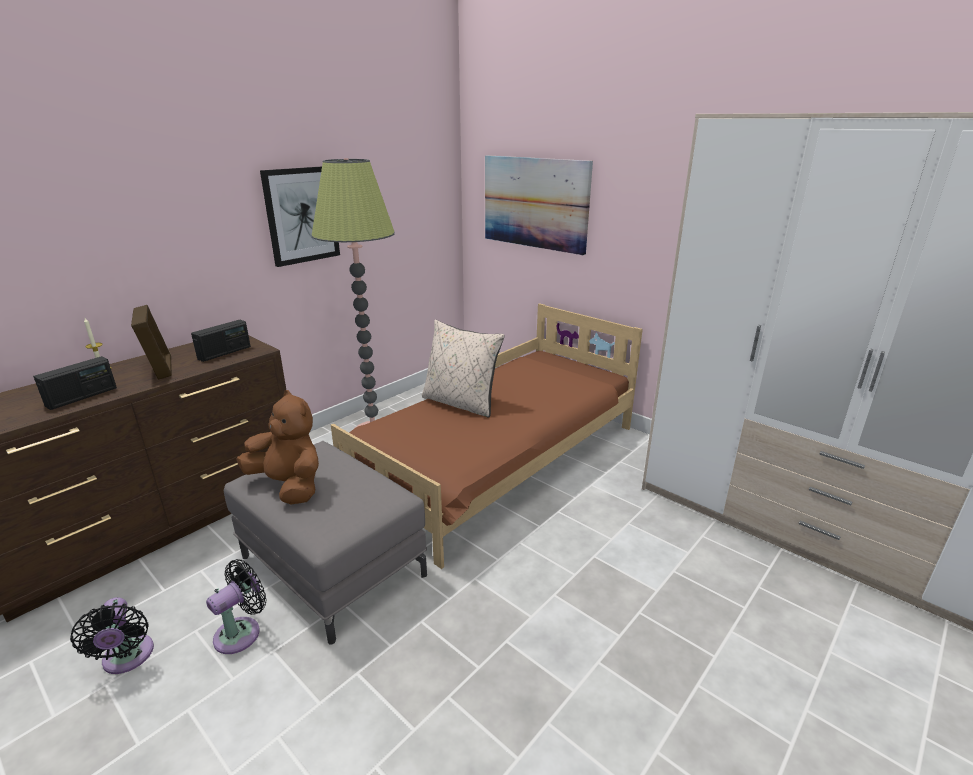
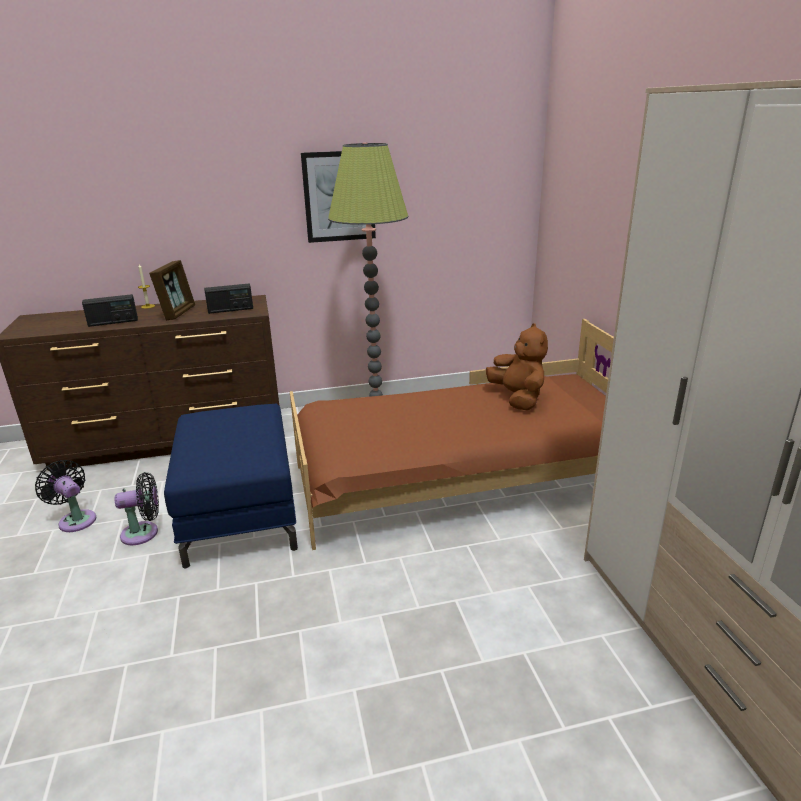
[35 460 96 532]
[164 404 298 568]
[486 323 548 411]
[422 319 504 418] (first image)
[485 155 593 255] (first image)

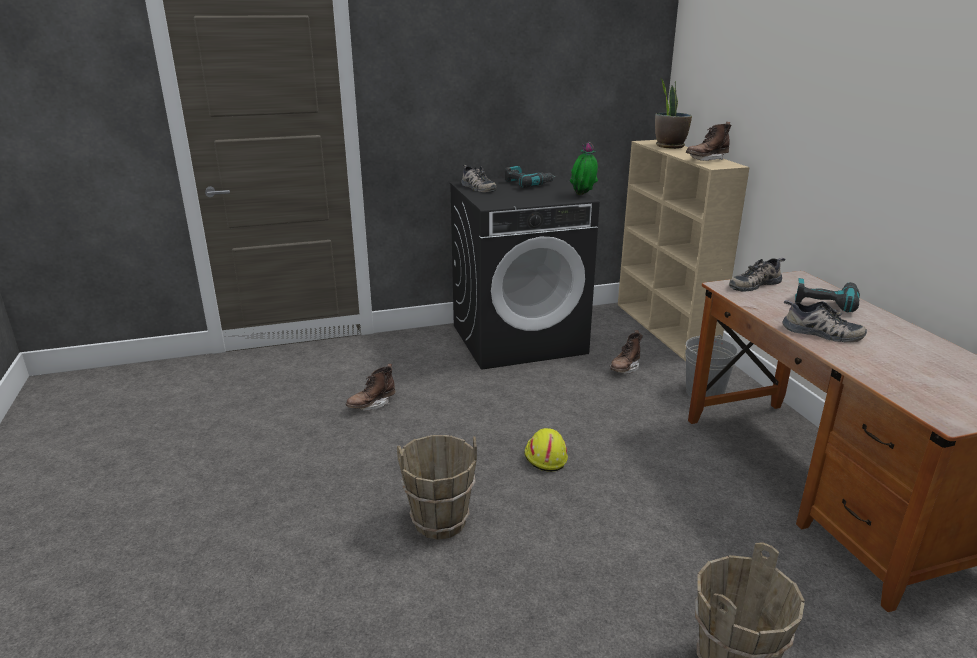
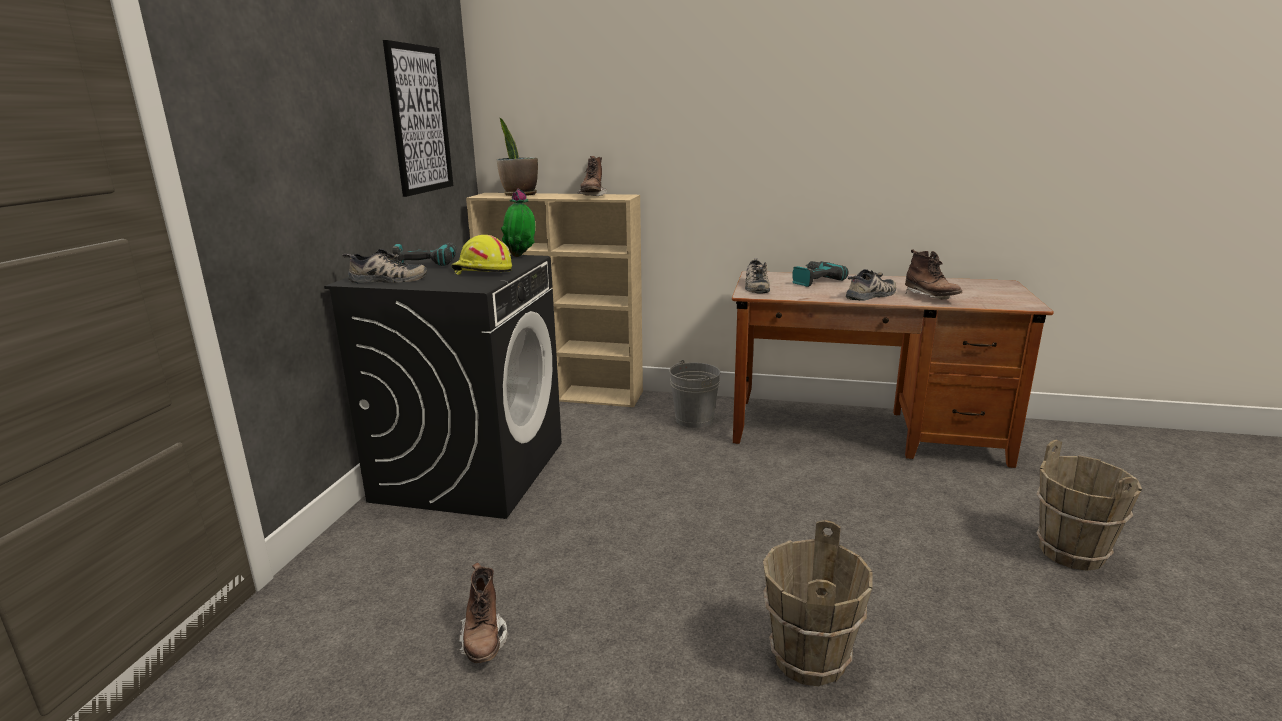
[451 235 512 275]
[905 249 963 300]
[383 40 453 197]

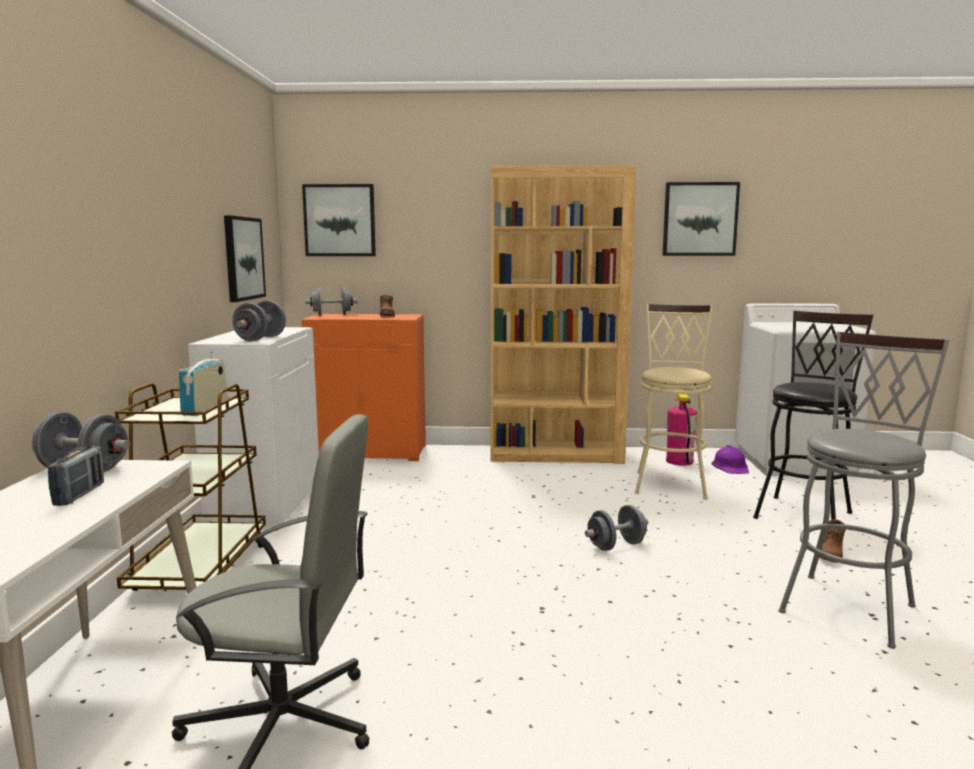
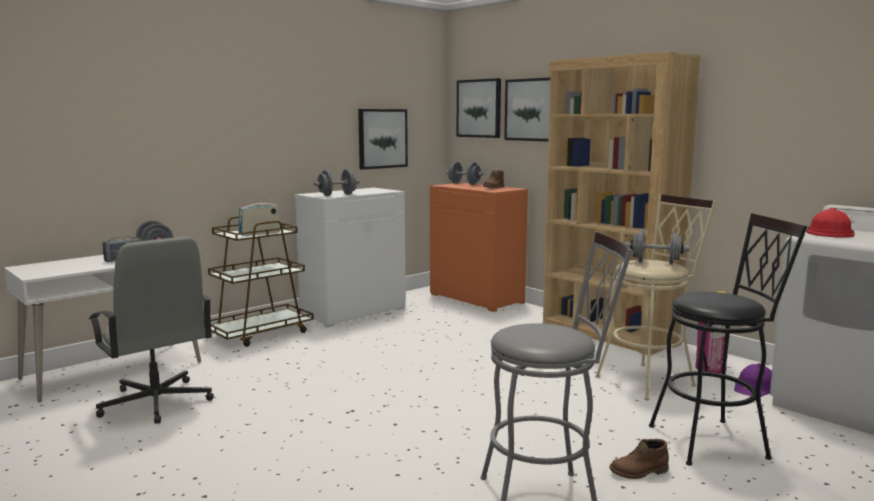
[625 229 690 264]
[504 78 550 141]
[806 208 855 237]

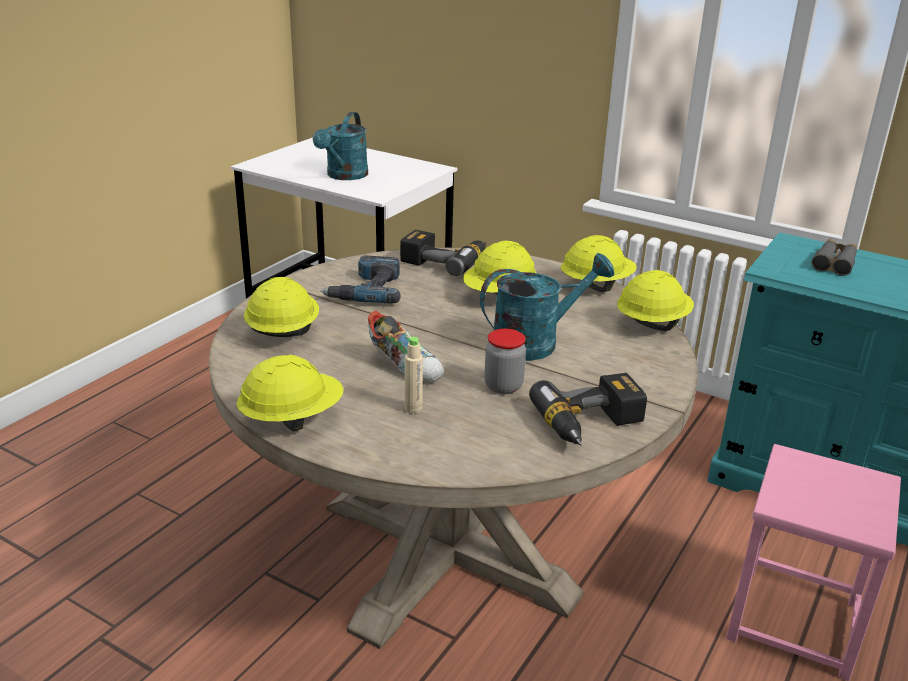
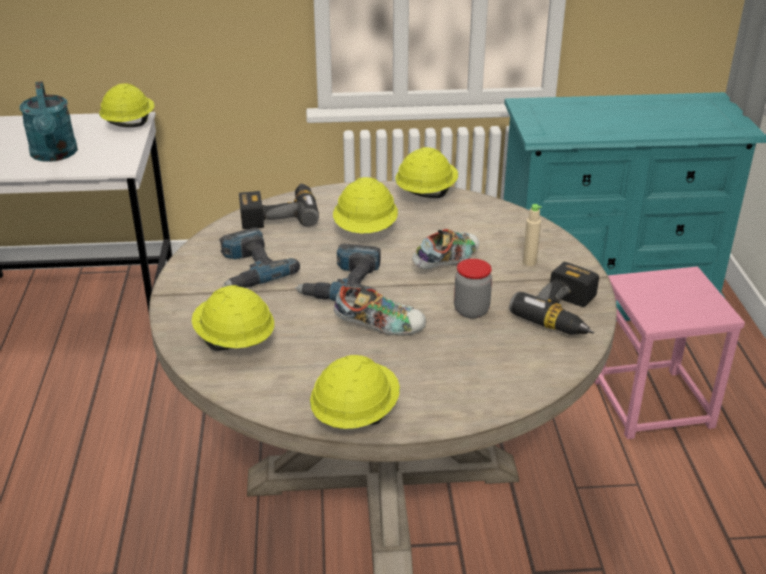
[523 204 542 266]
[412 229 479 269]
[99 84 154 127]
[811 239 857 276] (first image)
[295 244 380 301]

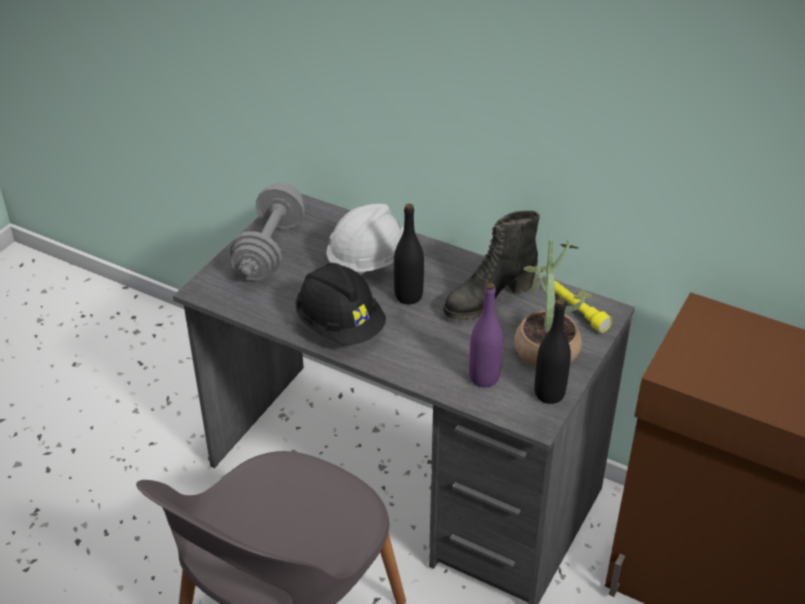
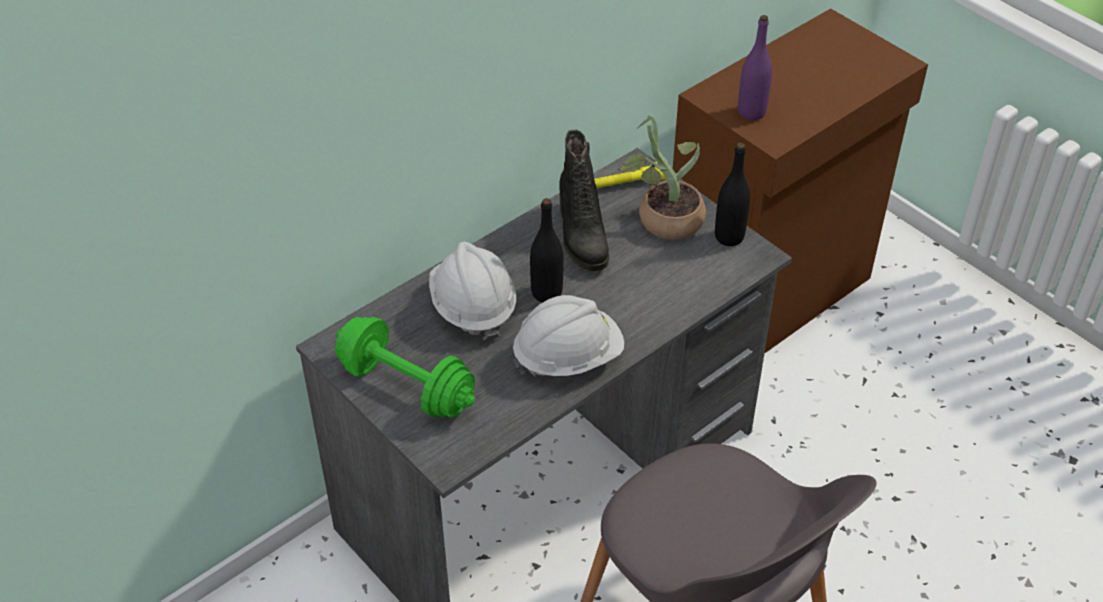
[335 317 475 418]
[513 295 624 377]
[738 15 772 121]

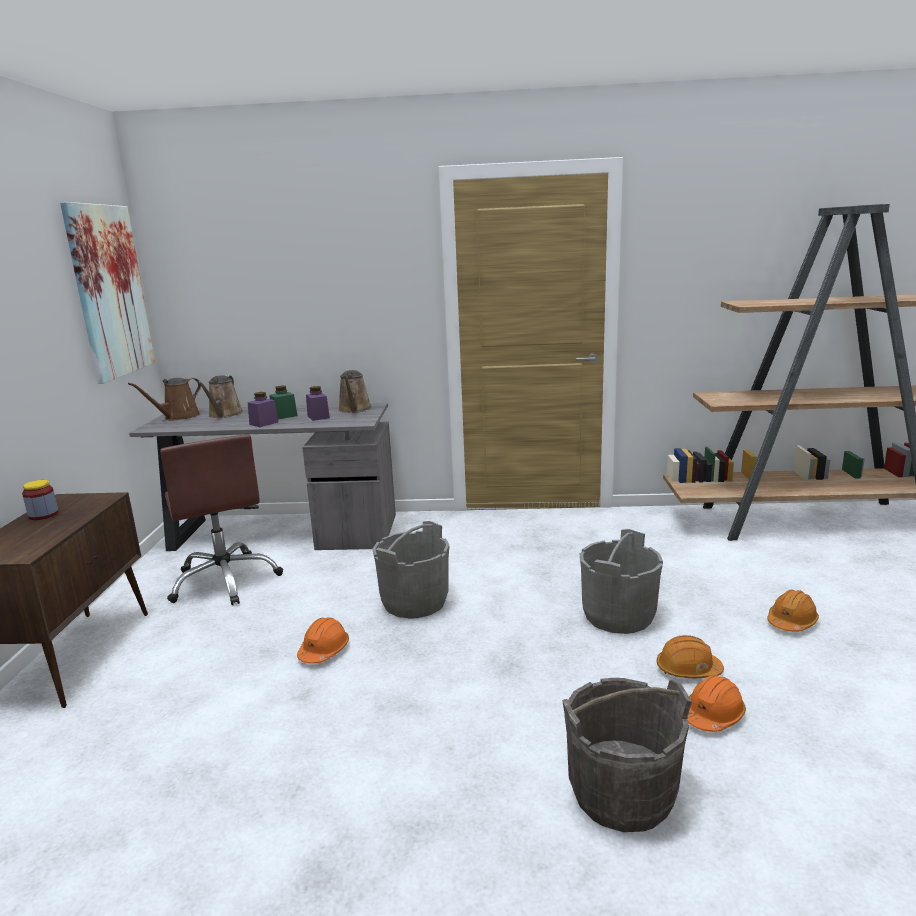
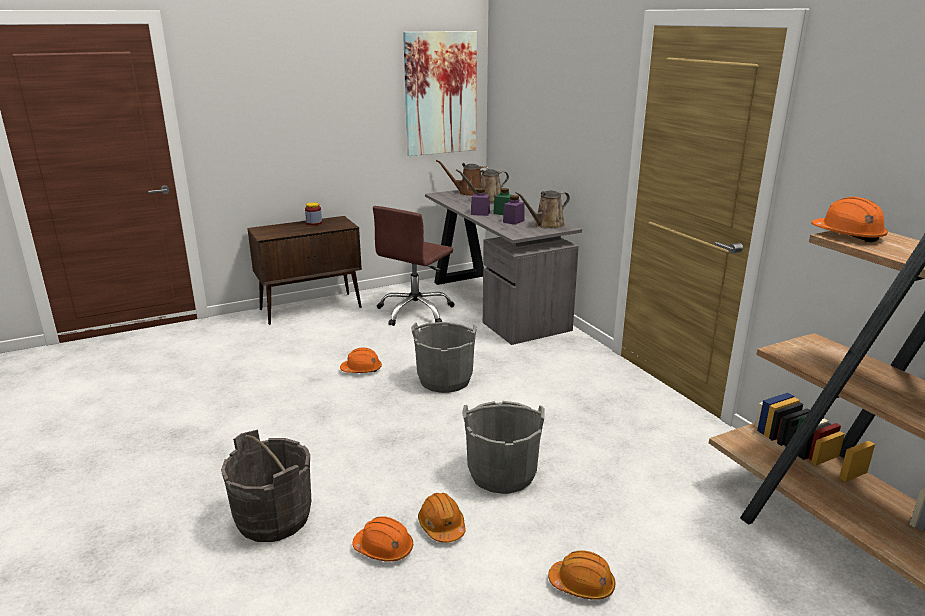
[811 197 888 242]

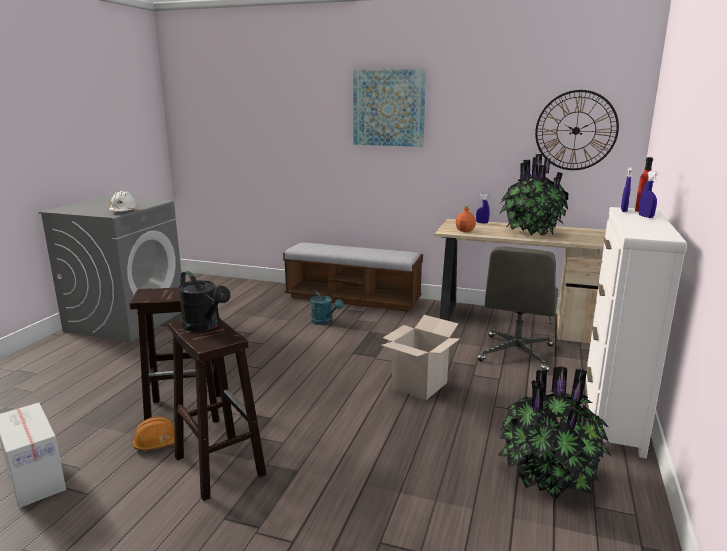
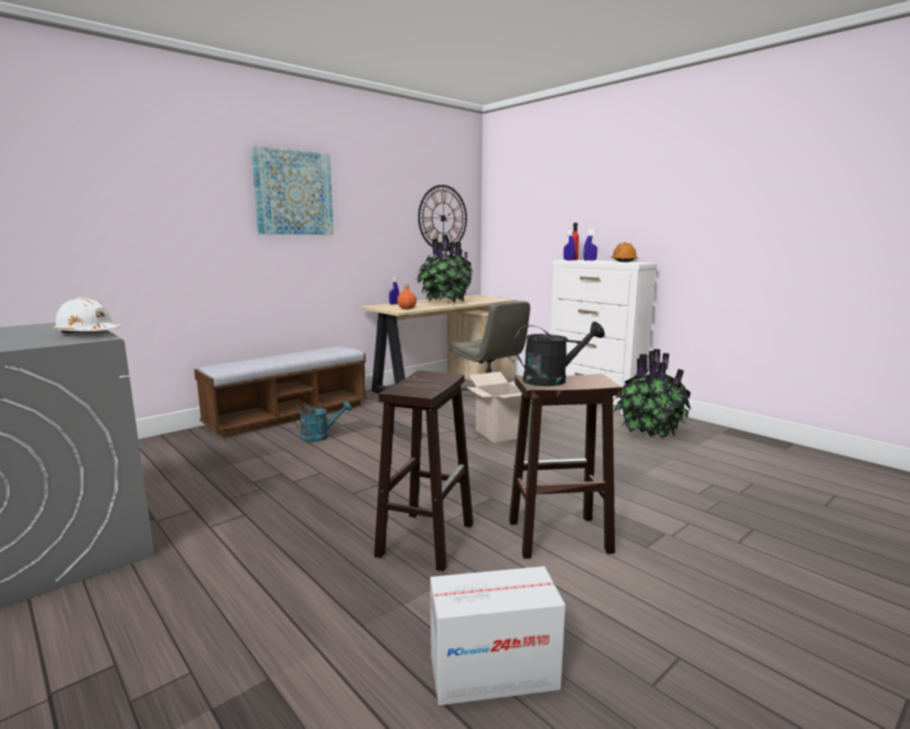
[611 242 638 262]

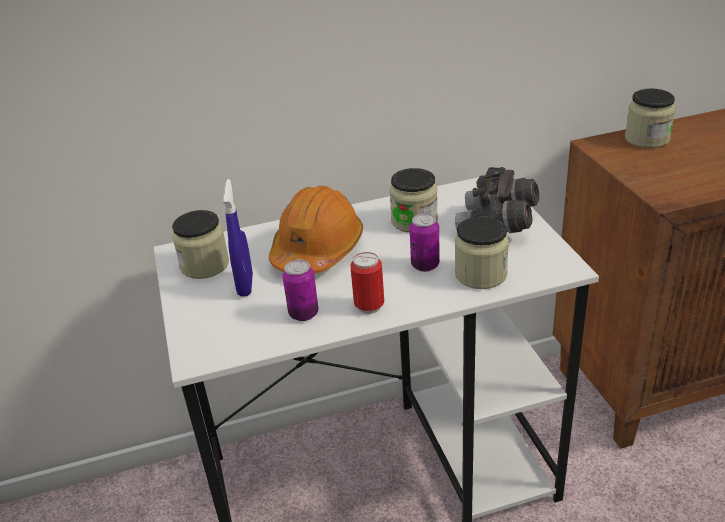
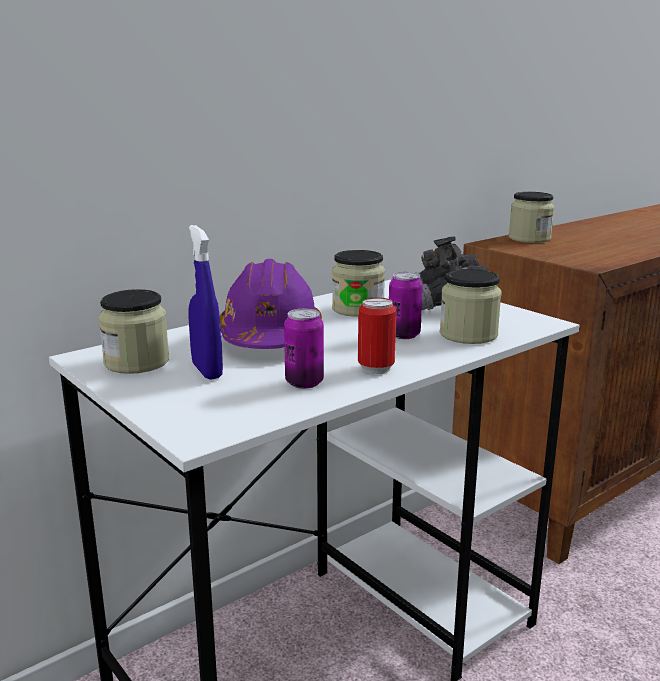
[220 259 322 349]

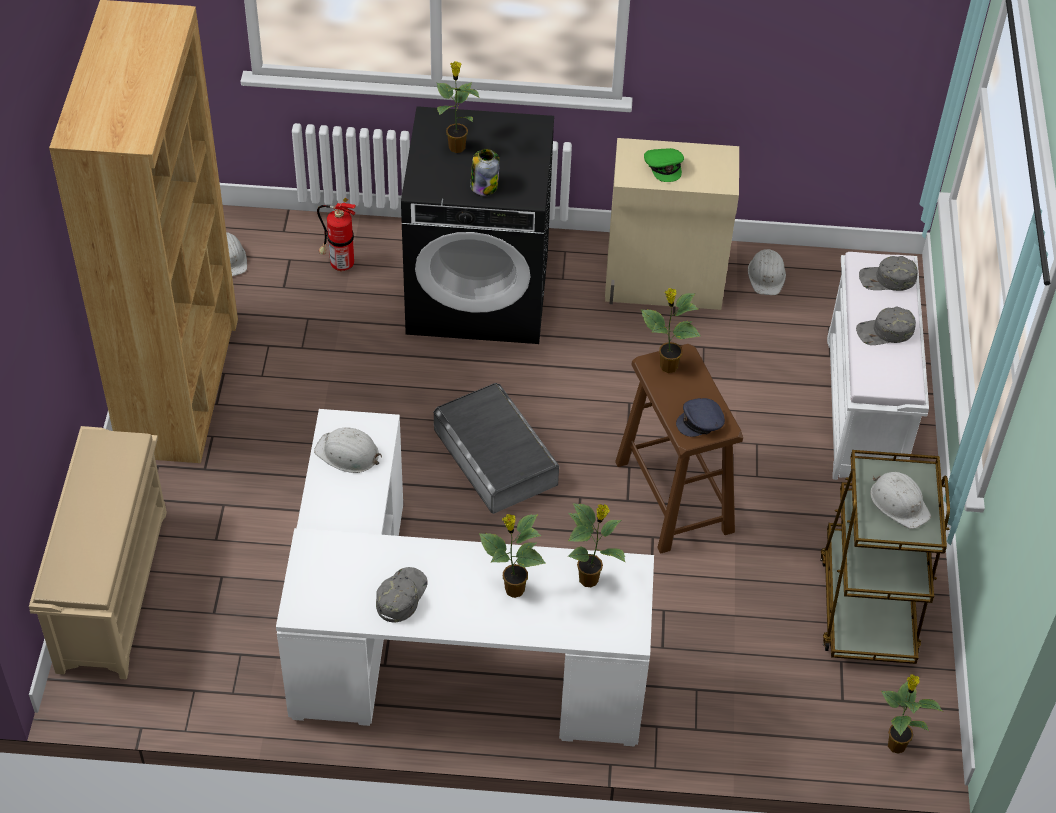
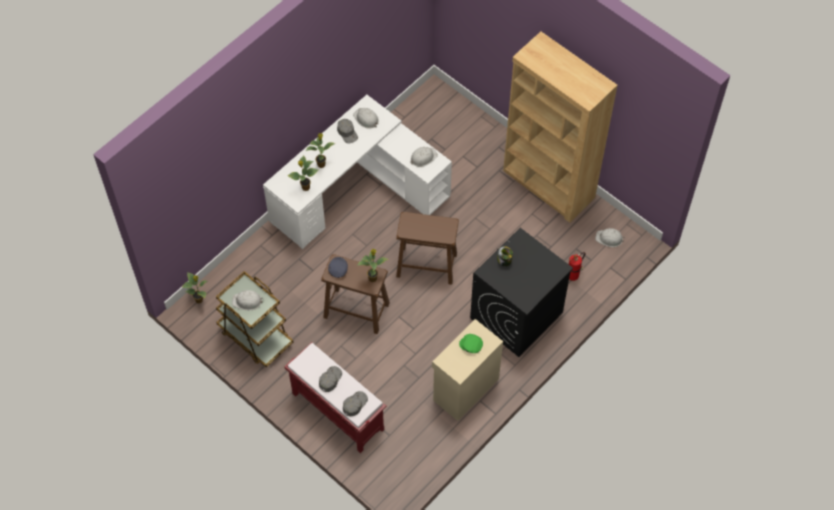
[29 426 167 680] (first image)
[396 212 459 285]
[437 61 480 153] (first image)
[353 108 379 129]
[284 342 386 453]

